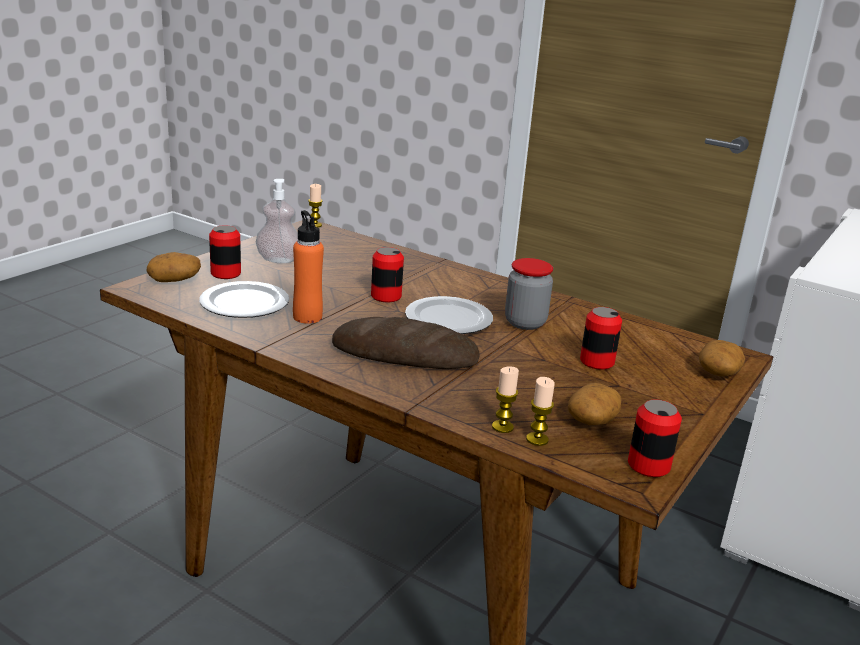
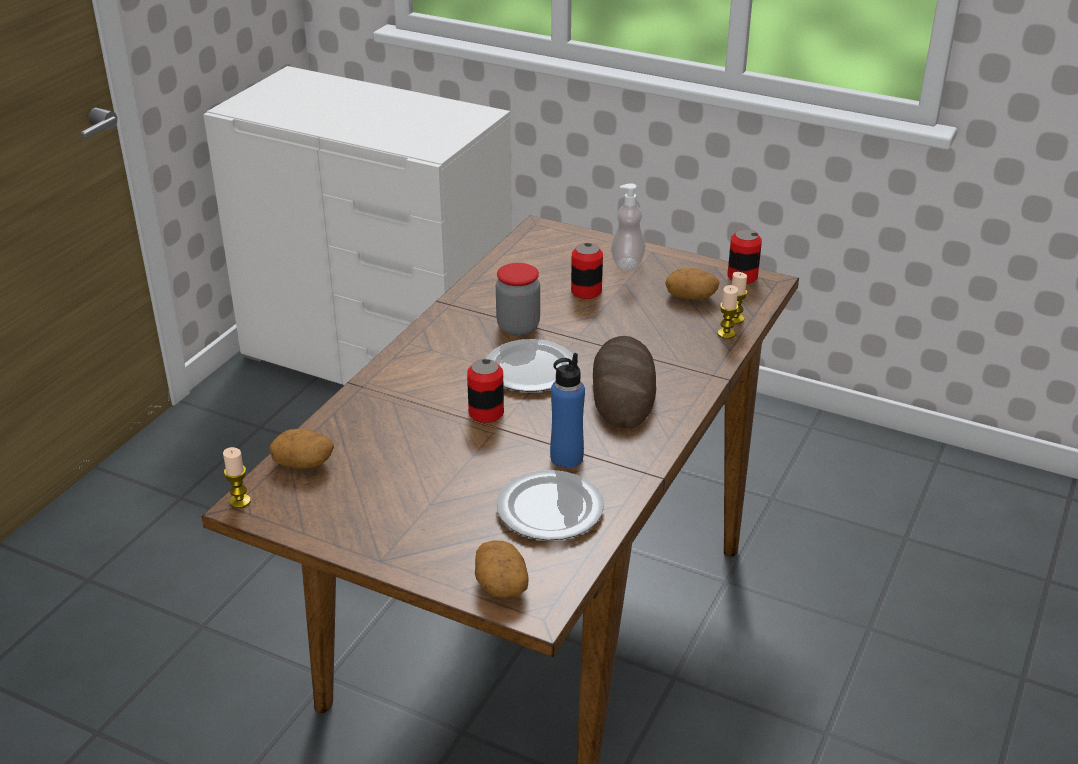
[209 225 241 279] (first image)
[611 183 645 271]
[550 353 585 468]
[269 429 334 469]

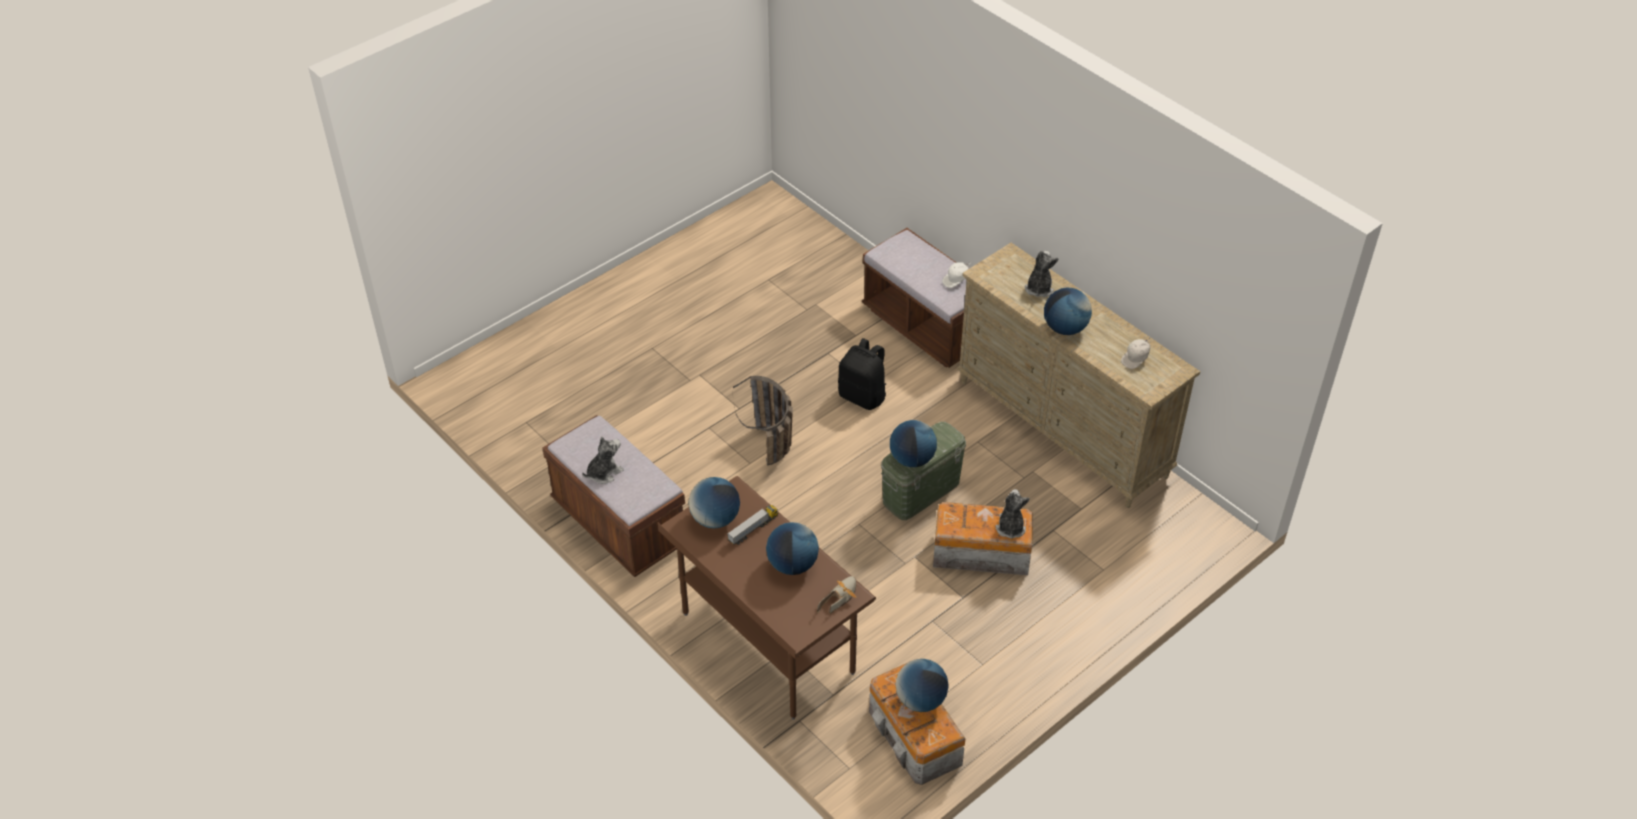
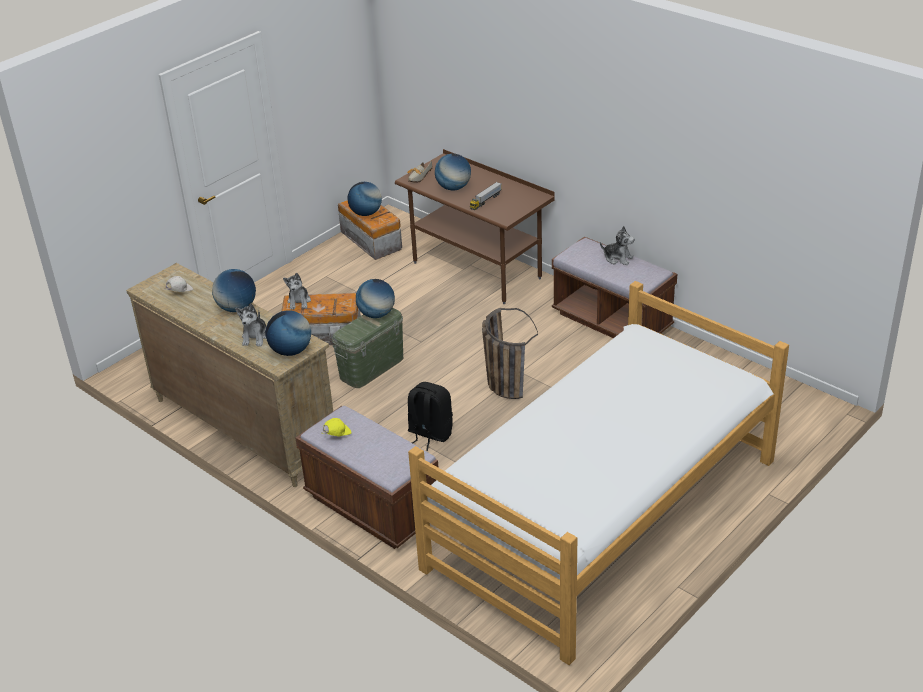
[600 226 635 265]
[265 310 311 356]
[321 418 352 436]
[408 281 789 665]

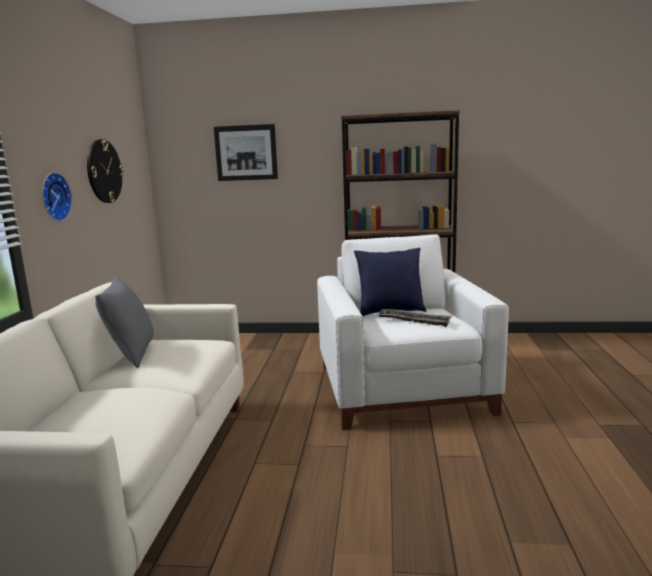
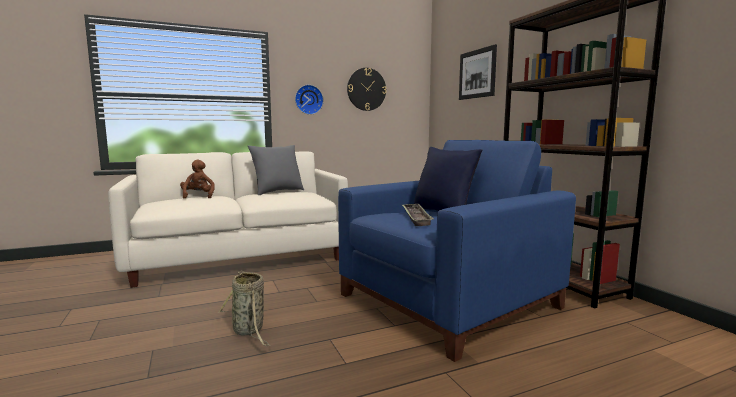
[338 140 576 362]
[180 159 215 199]
[218 271 269 346]

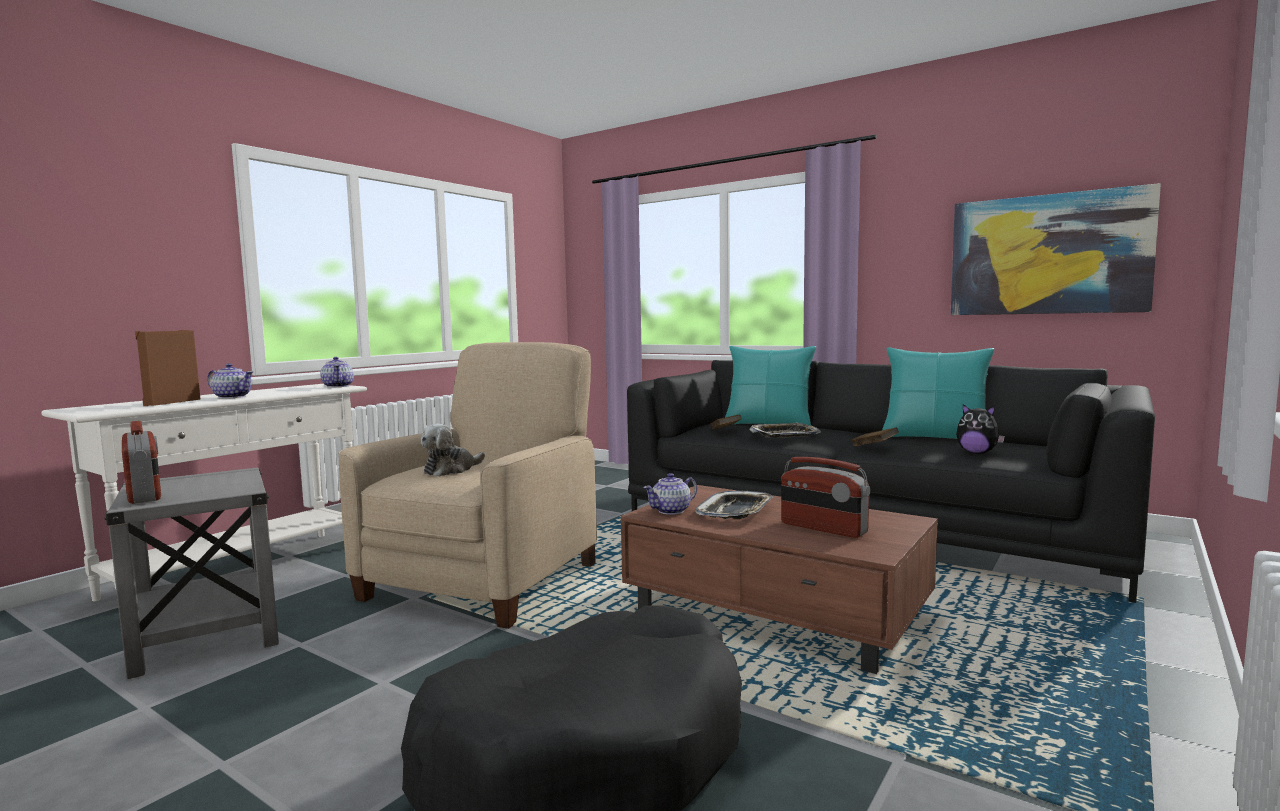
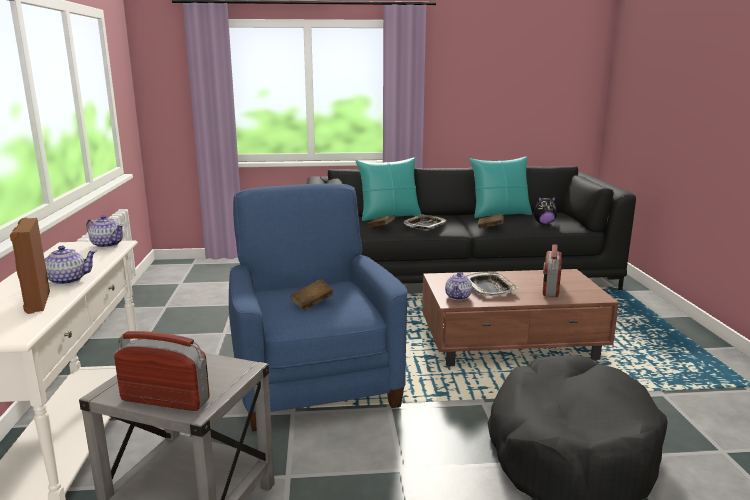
[229 184 407 431]
[290 279 334 311]
[543 244 562 297]
[951 183 1161 315] (first image)

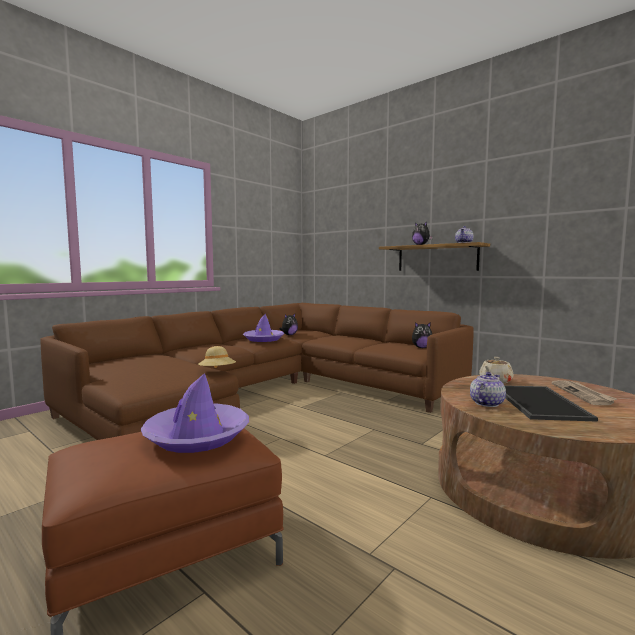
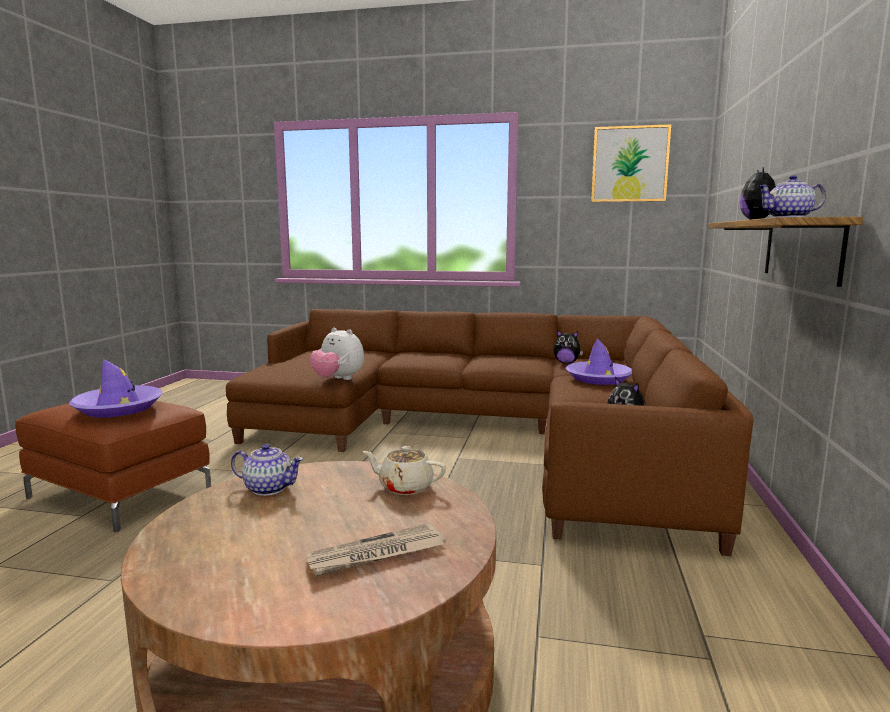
[309 328 364 380]
[566 338 632 385]
[504 385 598 422] (first image)
[591 124 671 202]

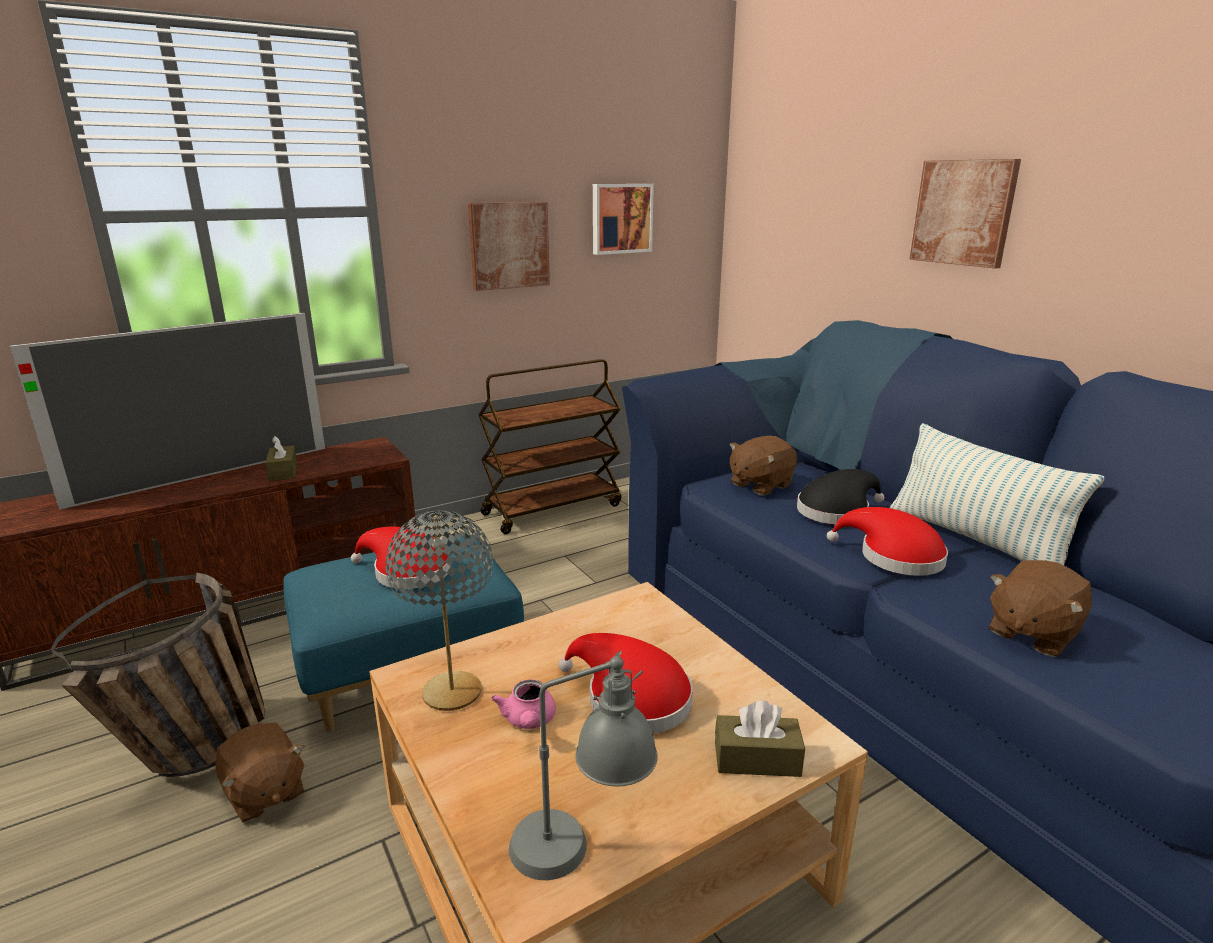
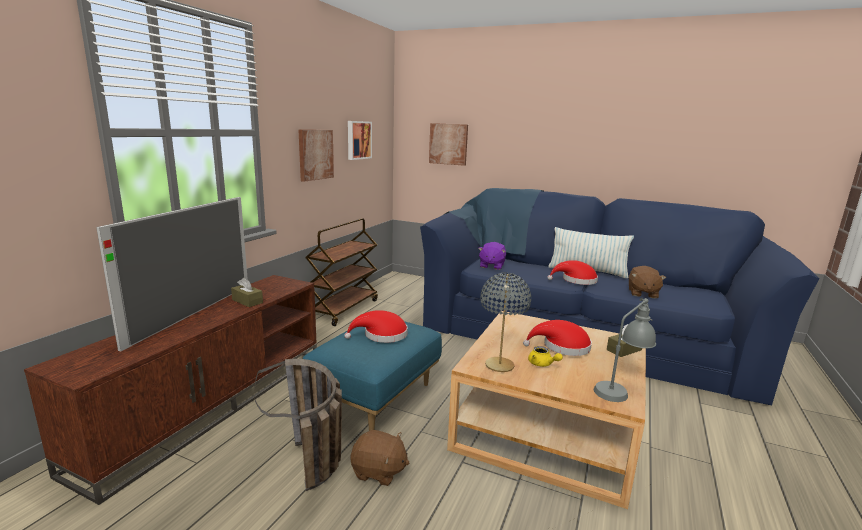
[528 346 563 367]
[478 242 506 270]
[797 469 884 525] (first image)
[429 123 468 166]

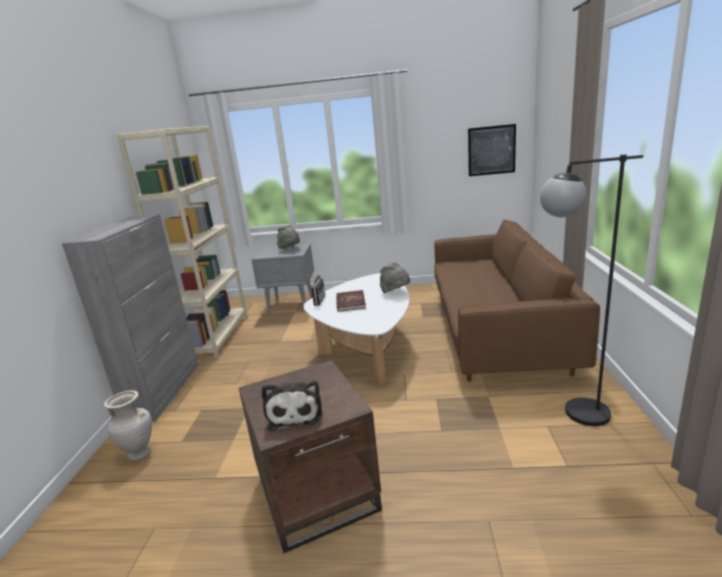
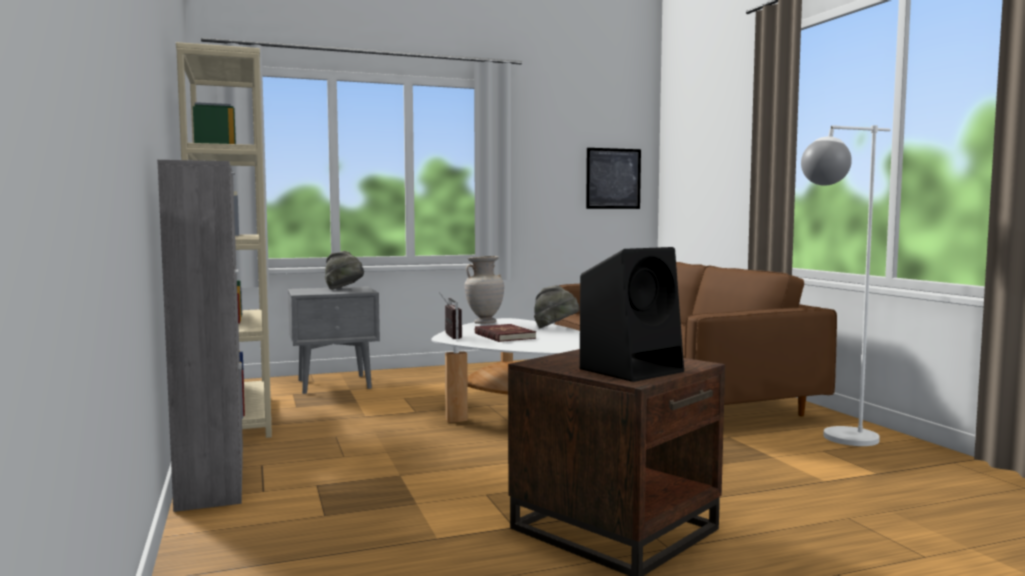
[465 256 504 324]
[580 247 684 382]
[801 125 891 446]

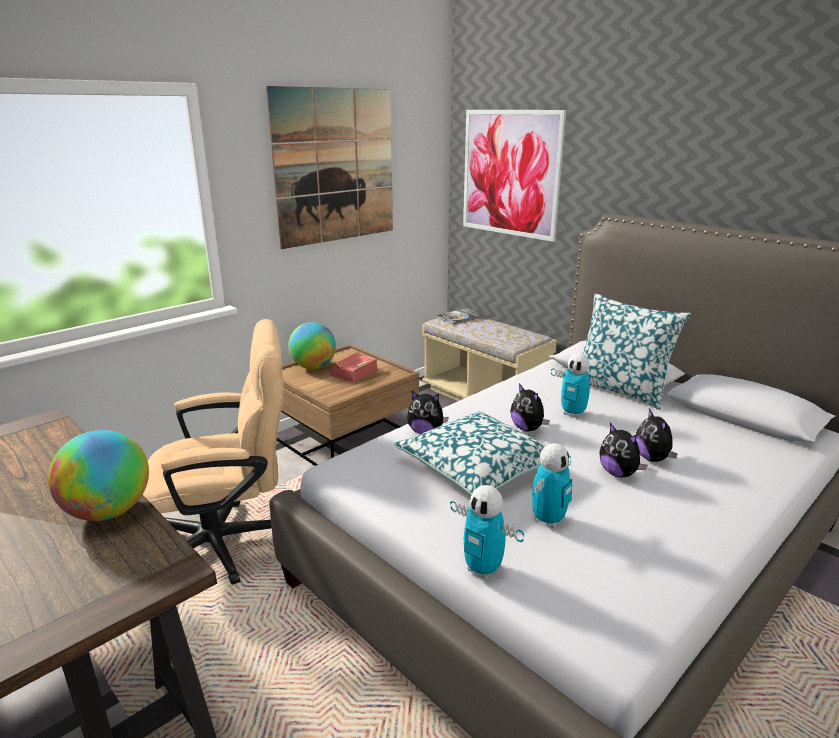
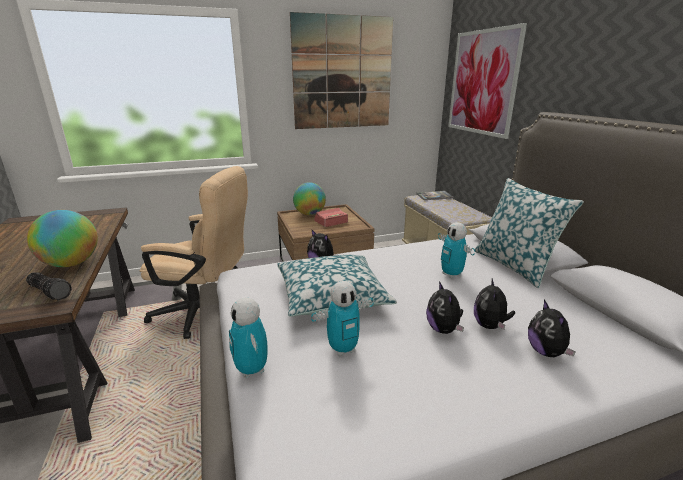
[528 300 576 357]
[26 272 72 300]

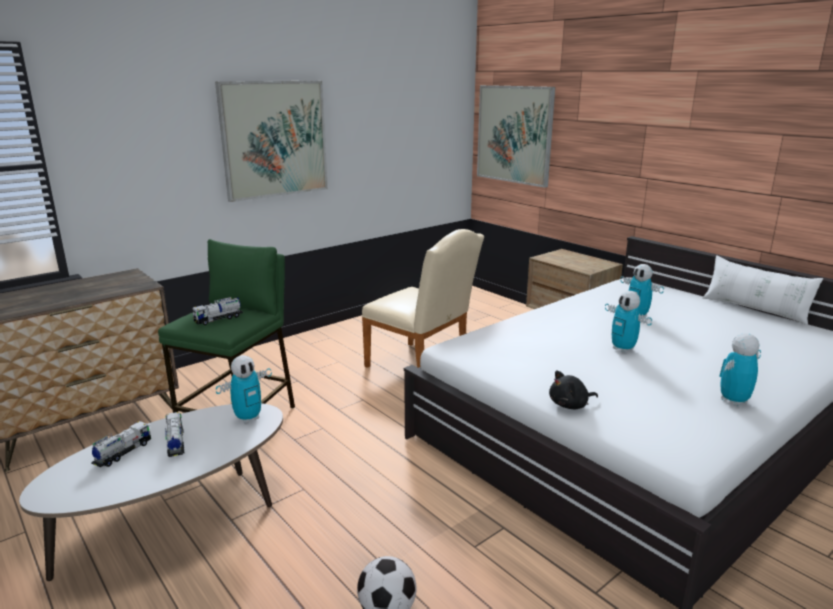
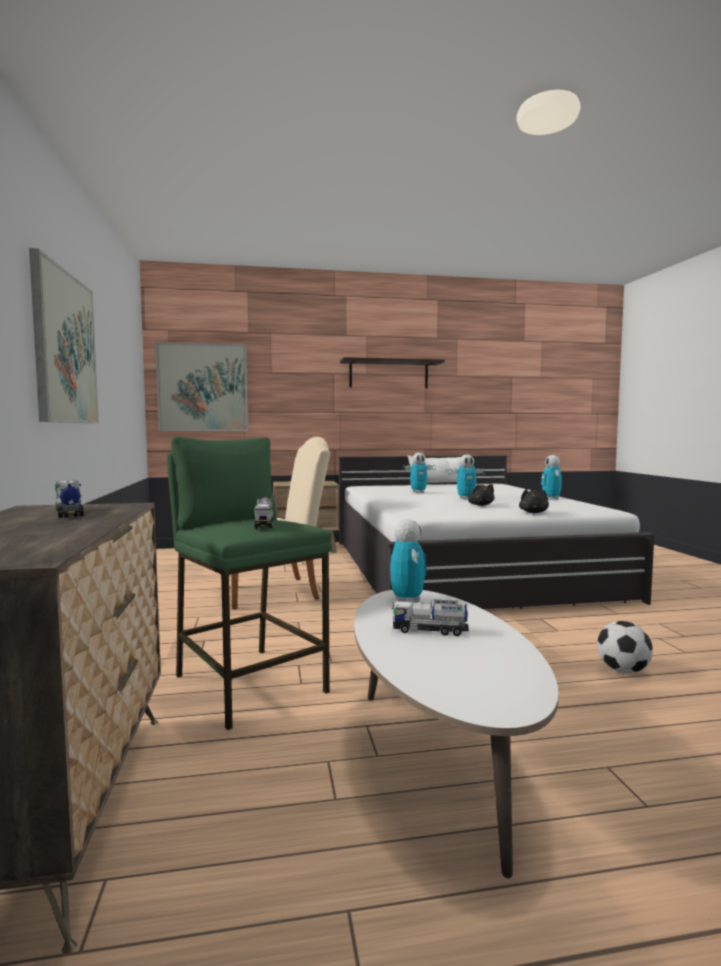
[55 480 84 518]
[340 357 445 388]
[468 484 495 506]

